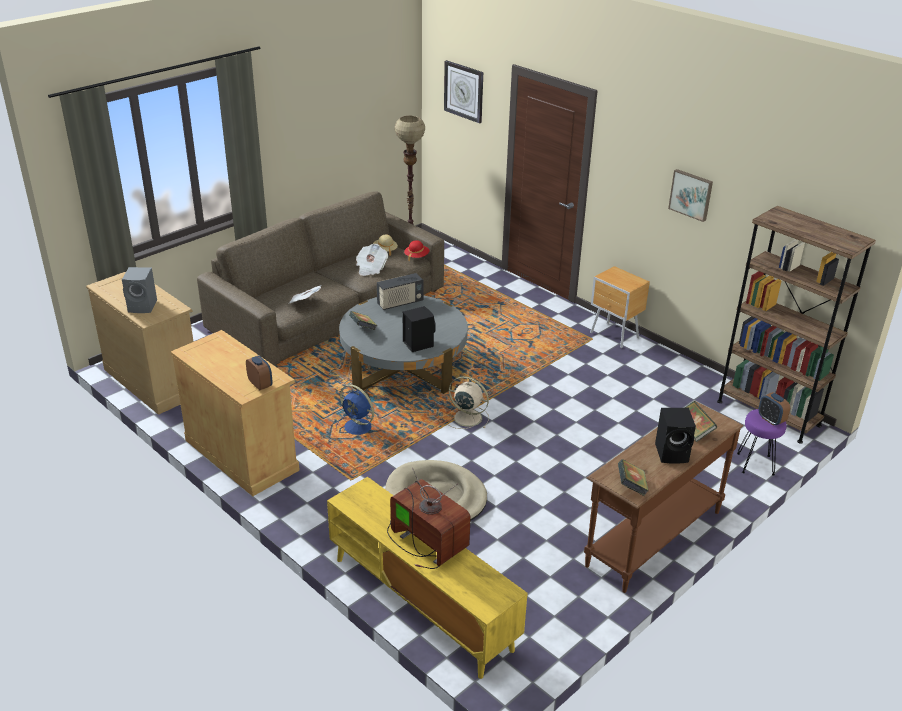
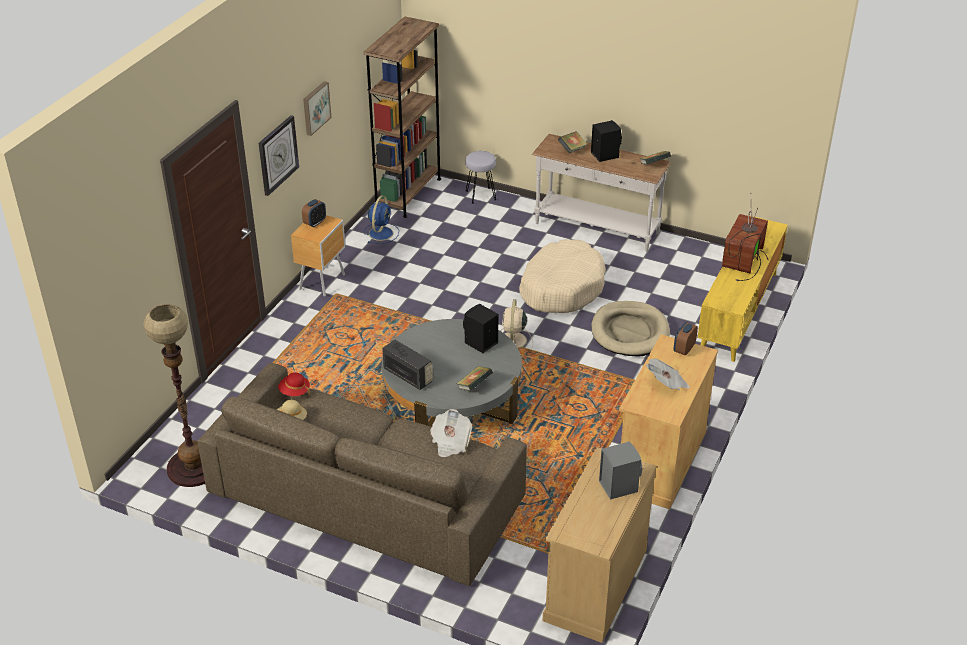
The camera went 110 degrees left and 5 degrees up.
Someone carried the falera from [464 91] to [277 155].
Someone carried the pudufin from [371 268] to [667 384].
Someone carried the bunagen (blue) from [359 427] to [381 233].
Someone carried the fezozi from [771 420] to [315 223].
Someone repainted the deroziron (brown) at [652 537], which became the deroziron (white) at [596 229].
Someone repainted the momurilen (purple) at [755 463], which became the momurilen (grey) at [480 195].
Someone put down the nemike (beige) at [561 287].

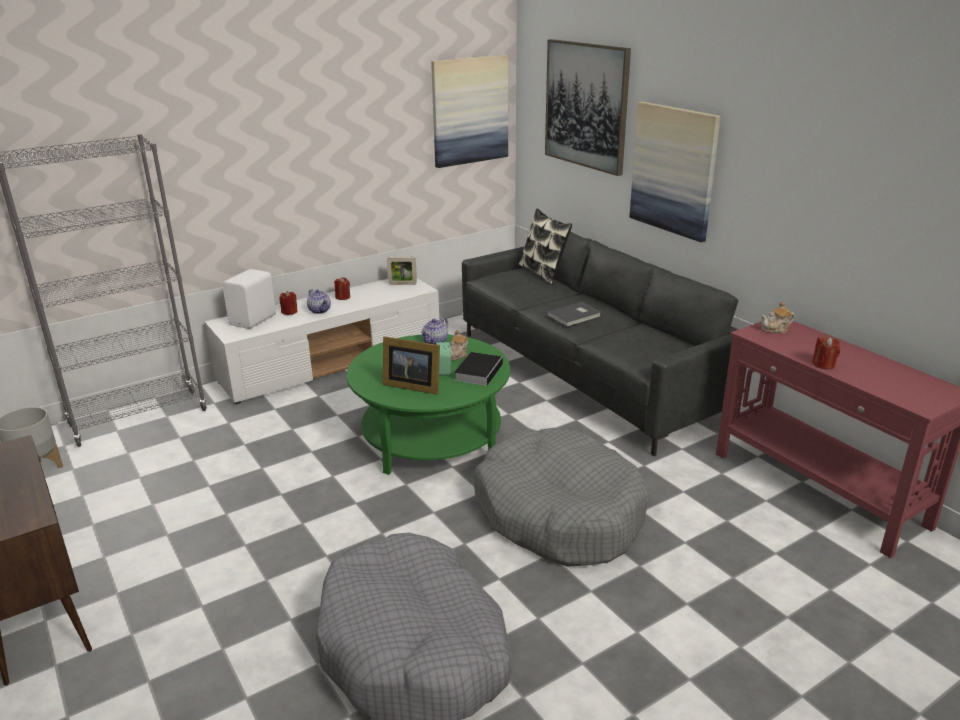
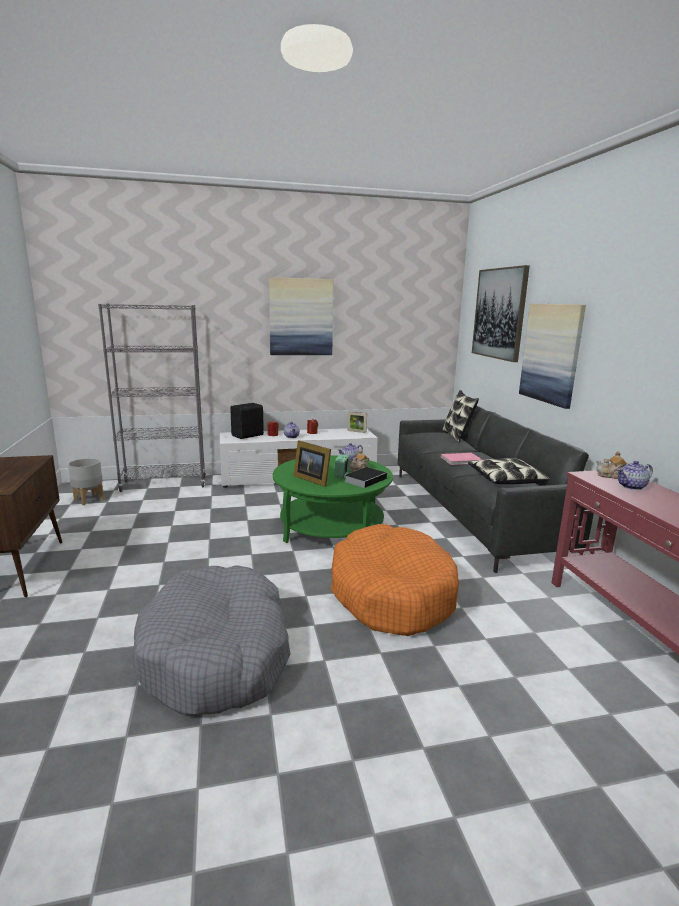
The camera went 20 degrees right and 10 degrees down.
Someone carried the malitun from [470 110] to [301 317].
Someone repainted the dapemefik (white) at [254 320], which became the dapemefik (black) at [248 435].
Someone repainted the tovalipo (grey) at [575 316], which became the tovalipo (pink) at [462 460].
Someone took away the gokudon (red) at [823 364].
Someone repainted the nemike (grey) at [559 513], which became the nemike (orange) at [391 593].
Someone put down the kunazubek at [506 479].
Someone put down the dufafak at [631 486].

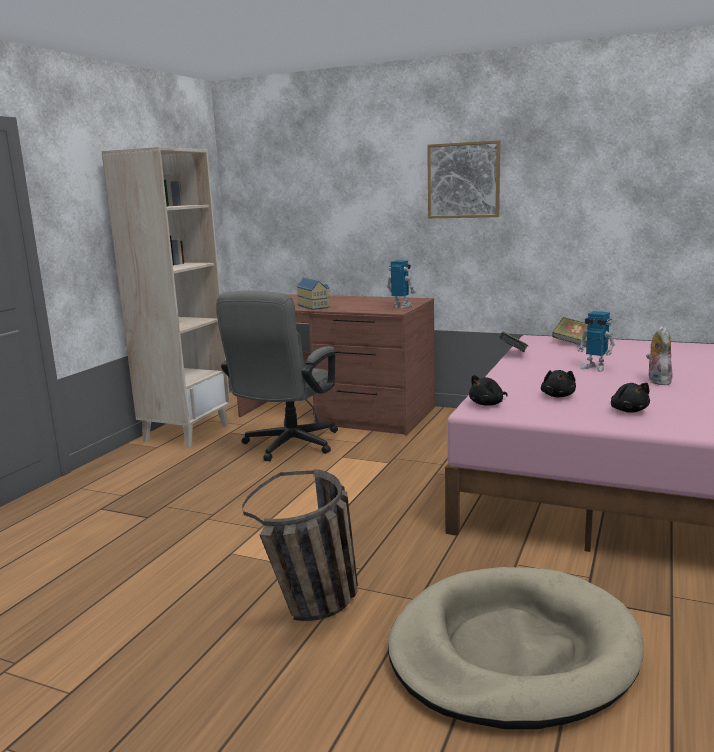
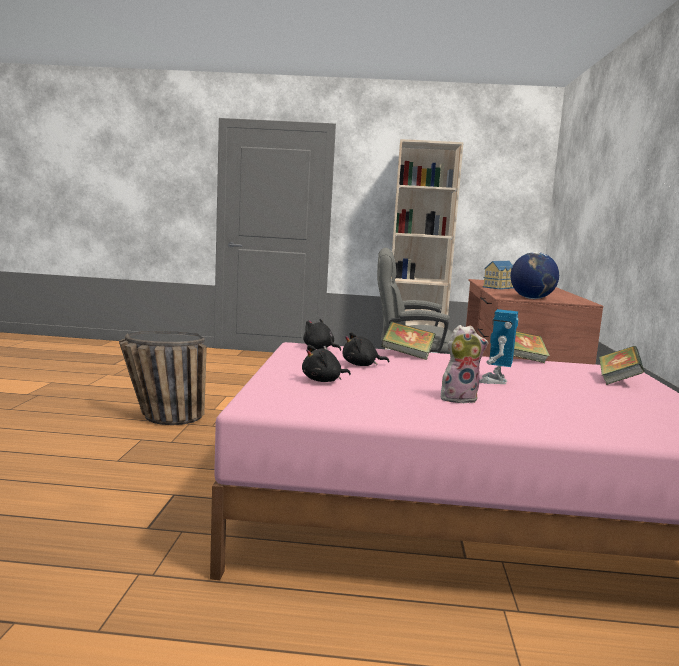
The camera went 70 degrees right and 5 degrees down.
Someone took away the malitun at [463 180].
Someone swapped the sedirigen at [401 307] for the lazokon at [532 298].
Someone took away the nemike (beige) at [512 652].
Someone put down the tovalipo at [407 355].

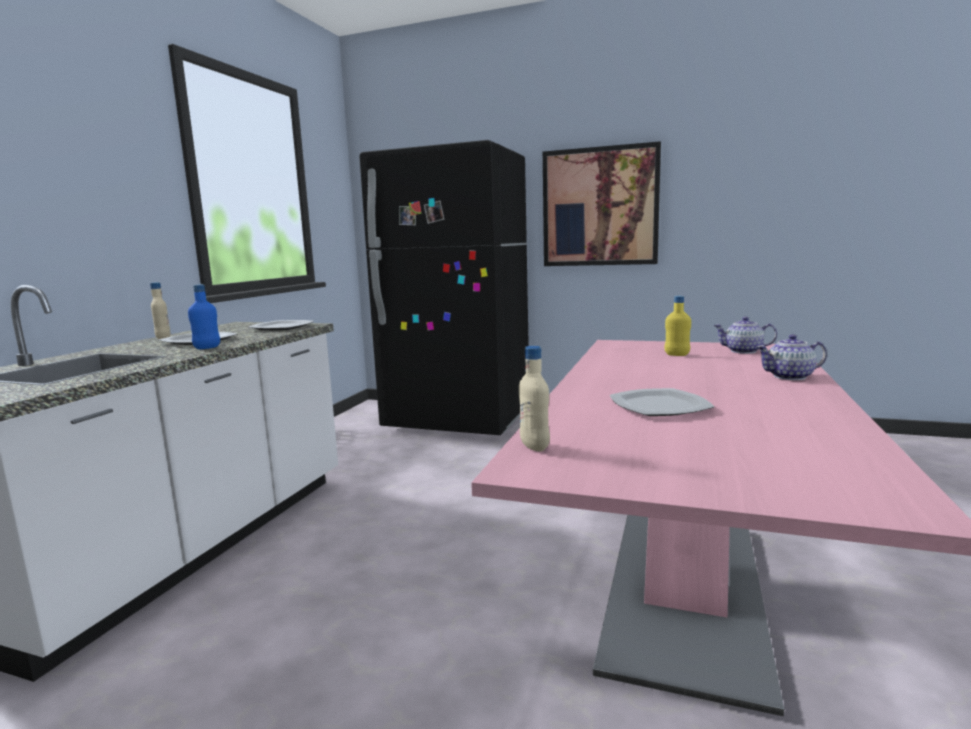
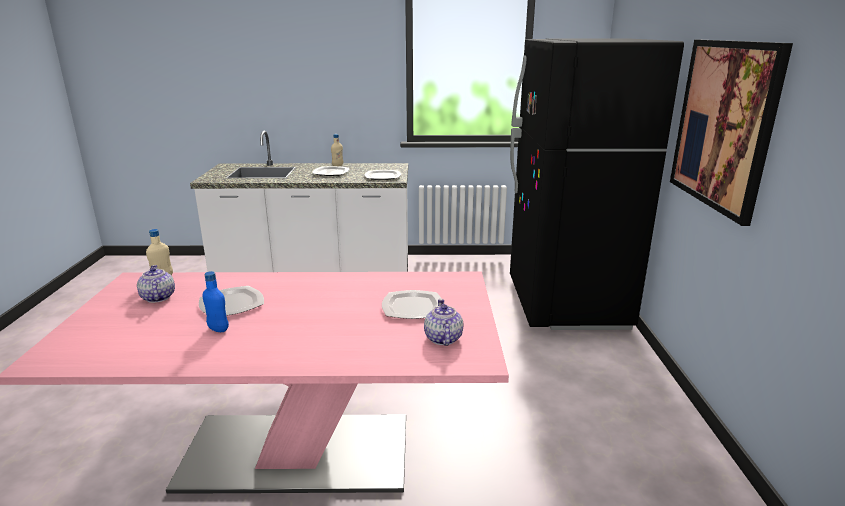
The camera went 70 degrees right and 10 degrees up.
Someone carried the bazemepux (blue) from [207 348] to [218 329].
Someone swapped the bazemepux (yellow) at [677 355] for the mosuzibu at [411 307].
Someone carried the dufafak from [790 377] to [157 298].

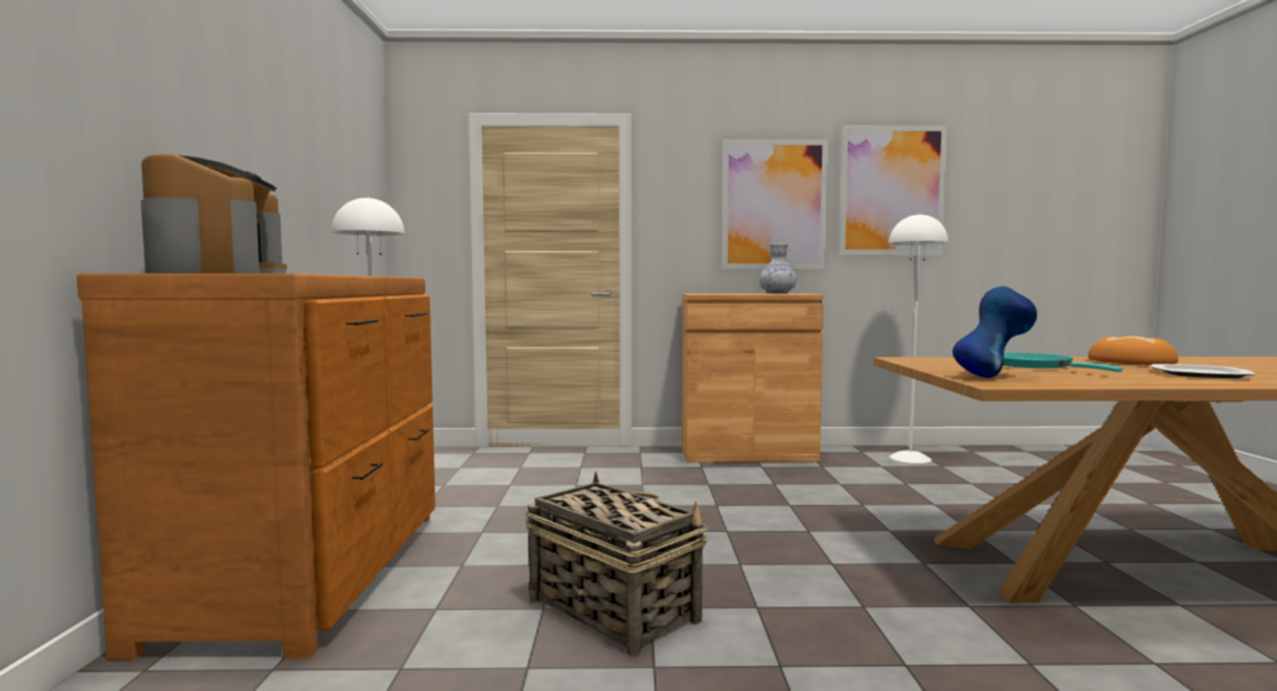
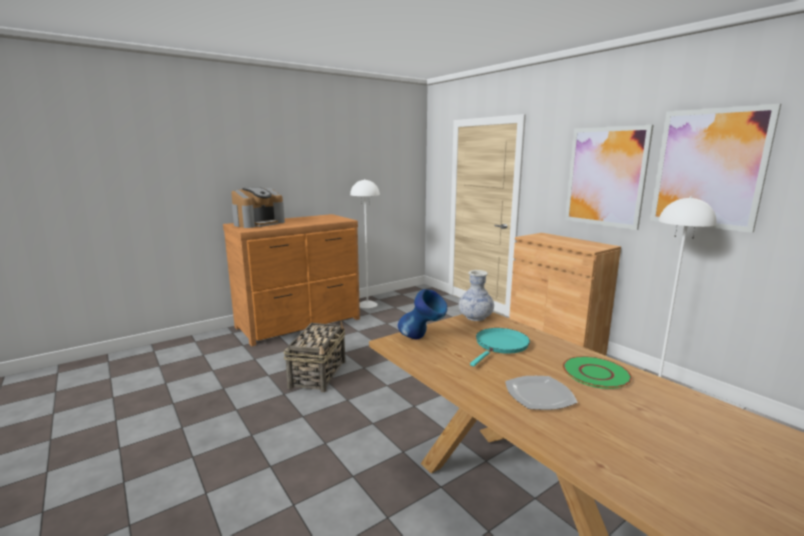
The camera went 55 degrees right and 10 degrees up.
Someone carried the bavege from [777 293] to [475 317].
Someone swapped the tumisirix at [1132 362] for the mosuzibu (green) at [596 373].

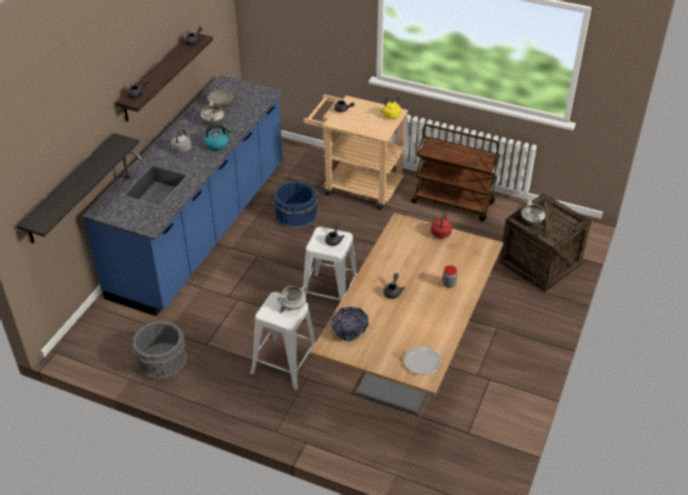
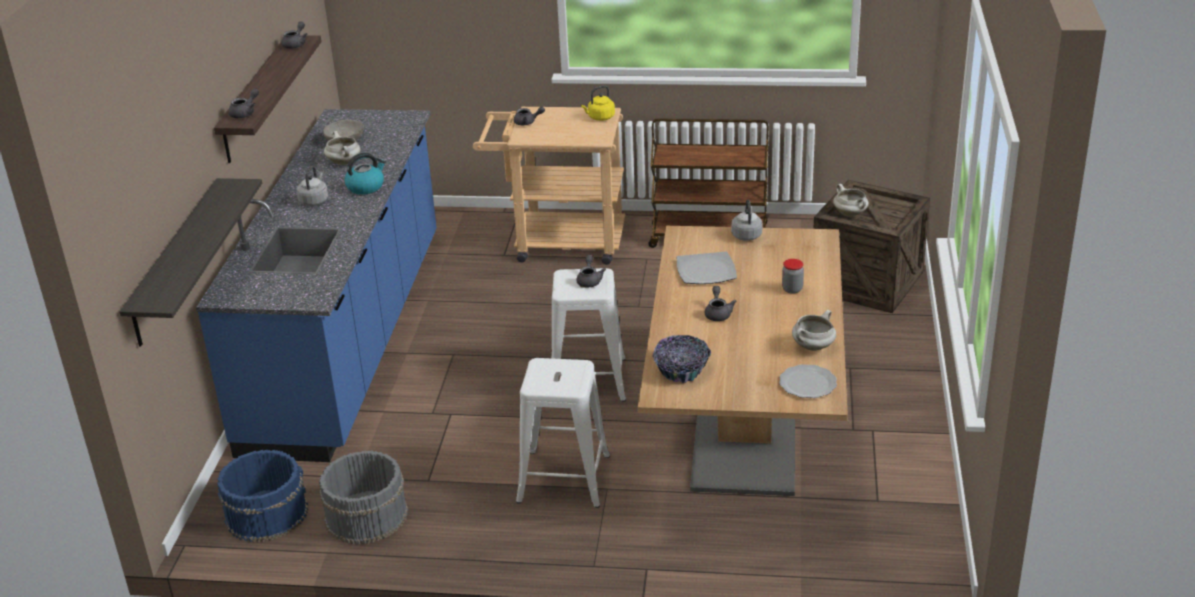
The camera went 15 degrees left and 10 degrees down.
Someone carried the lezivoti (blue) from [296 214] to [266 514].
Someone repainted the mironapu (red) at [441 232], which became the mironapu (grey) at [746 235].
Someone carried the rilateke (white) from [292 305] to [813 347].
Someone put down the mosuzibu at [706 271].

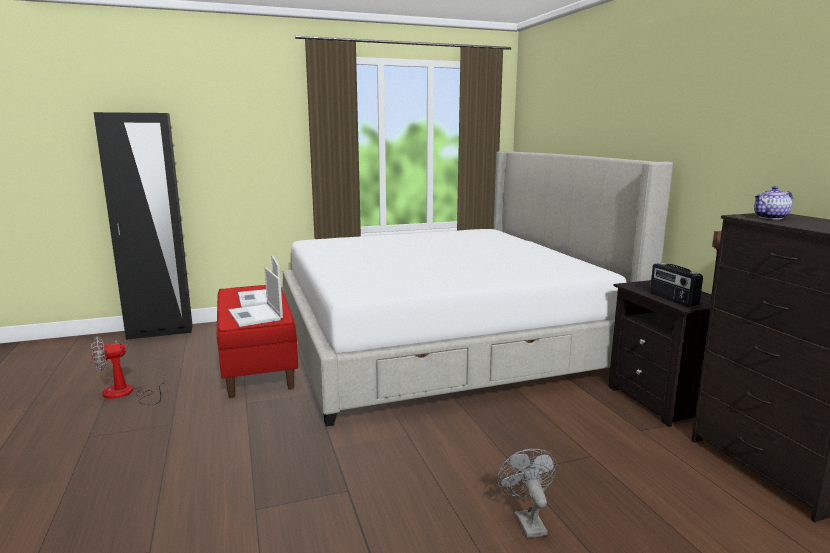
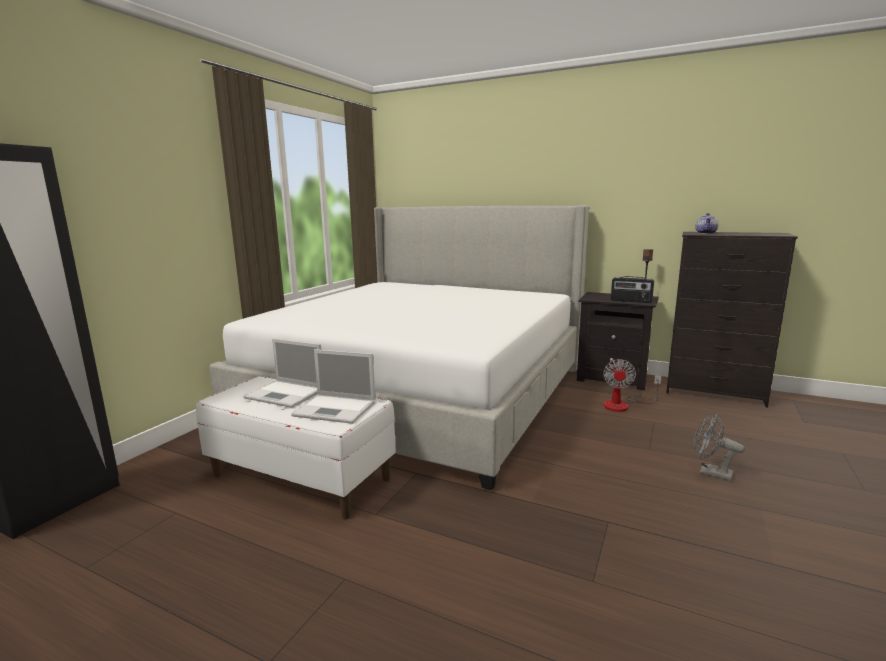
The camera went 45 degrees left and 0 degrees up.
Someone repainted the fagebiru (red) at [258 365], which became the fagebiru (white) at [301 477].
Someone carried the bunagen from [125 394] to [623 405].

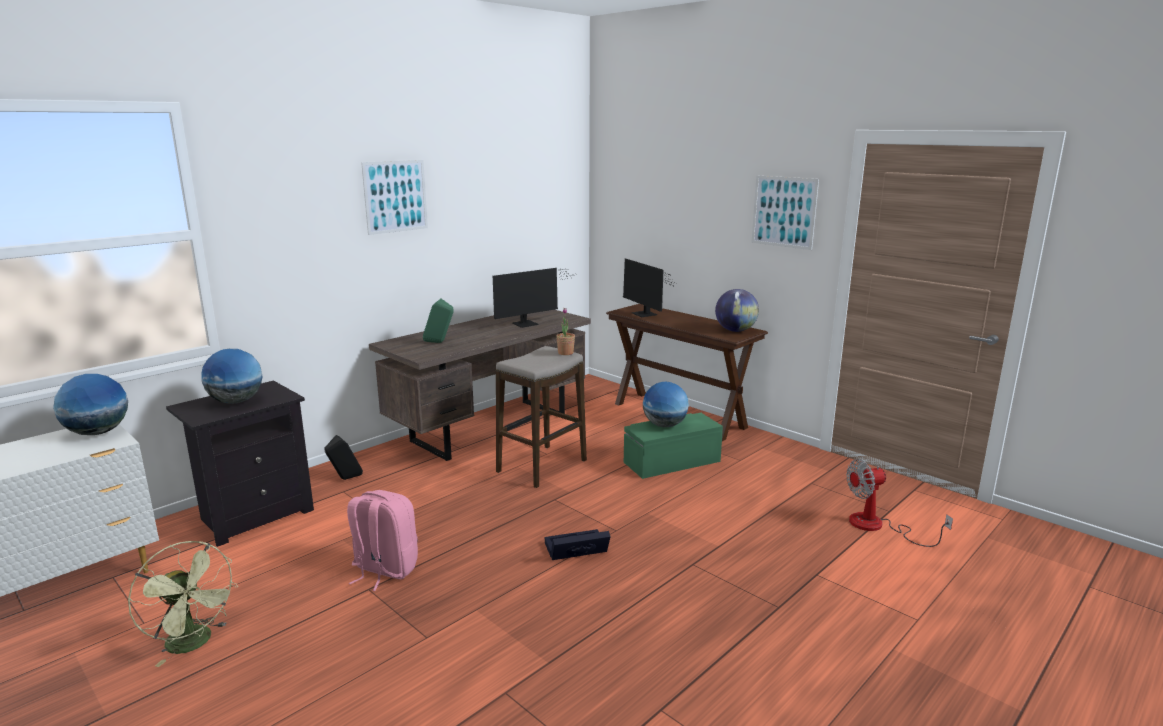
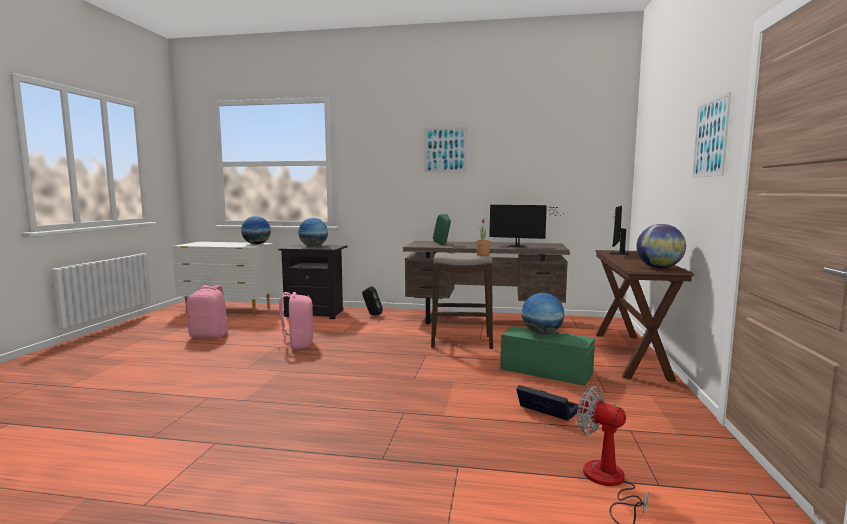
The camera went 55 degrees right and 10 degrees down.
Someone carried the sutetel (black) from [575 550] to [546 409].
Someone swapped the bunagen (green) at [195 643] for the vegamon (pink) at [210 335].

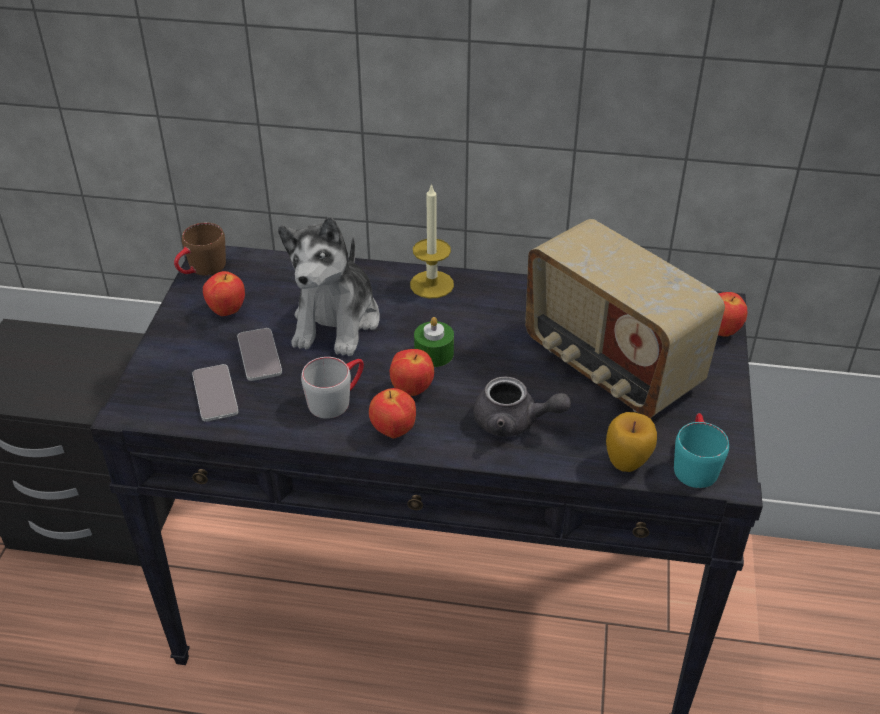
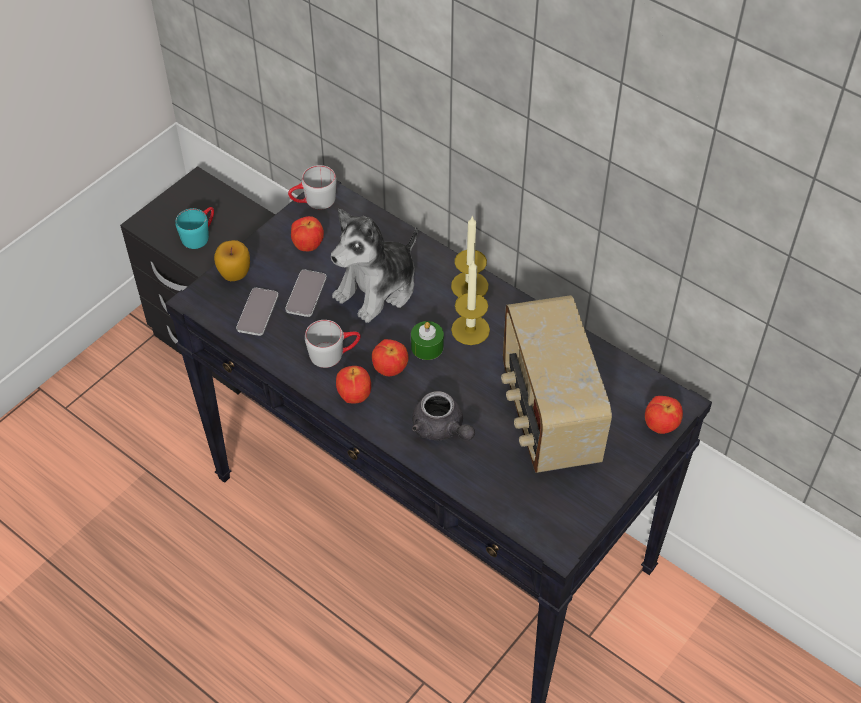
The camera went 30 degrees right and 10 degrees up.
Someone repainted the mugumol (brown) at [201 270], which became the mugumol (grey) at [313 201].
Someone carried the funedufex from [627 463] to [235 275].
Someone carried the mugumol (turquoise) from [694 463] to [199 235].
Someone put down the gokudon at [470 330].

